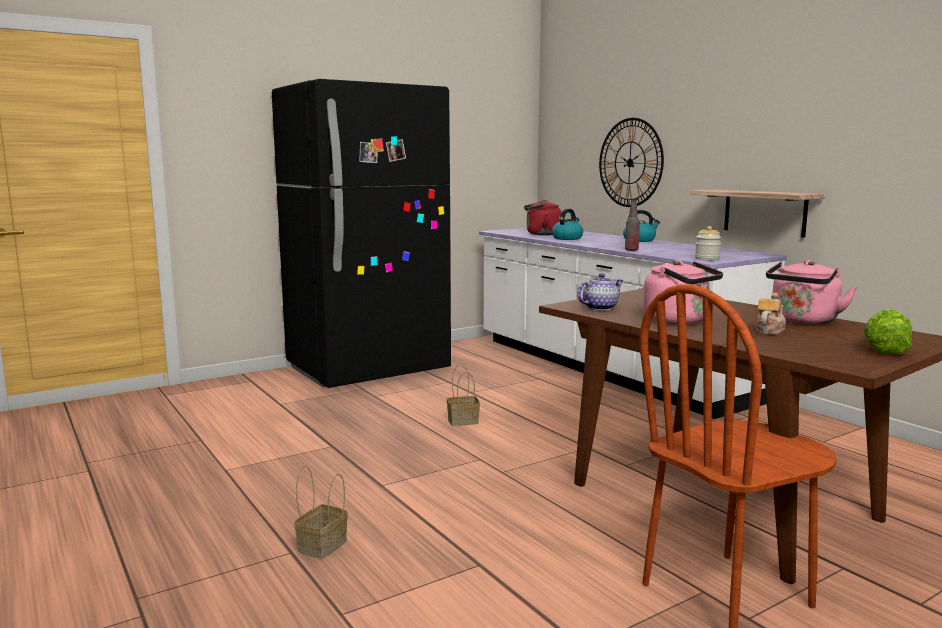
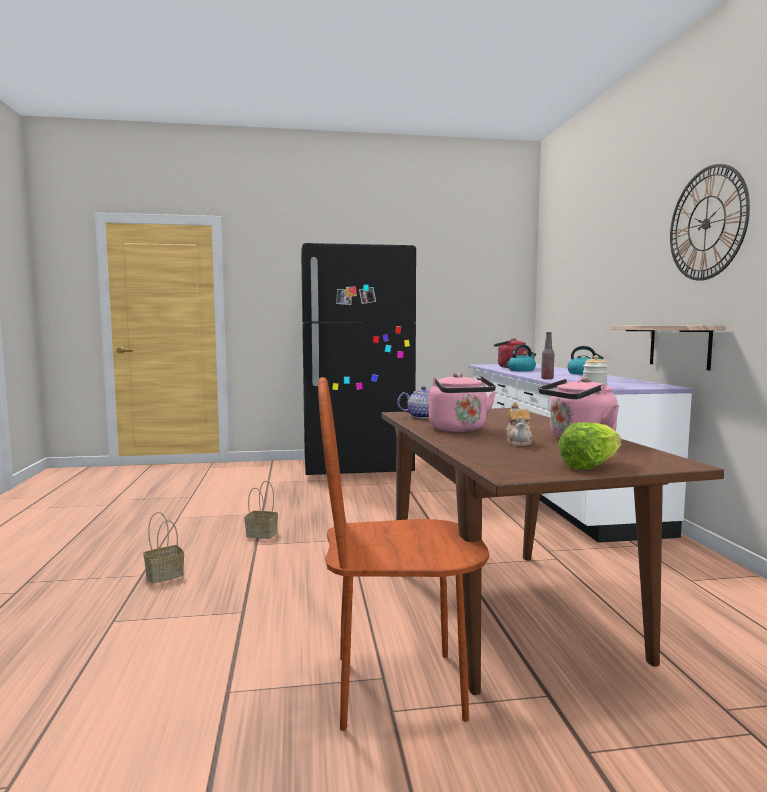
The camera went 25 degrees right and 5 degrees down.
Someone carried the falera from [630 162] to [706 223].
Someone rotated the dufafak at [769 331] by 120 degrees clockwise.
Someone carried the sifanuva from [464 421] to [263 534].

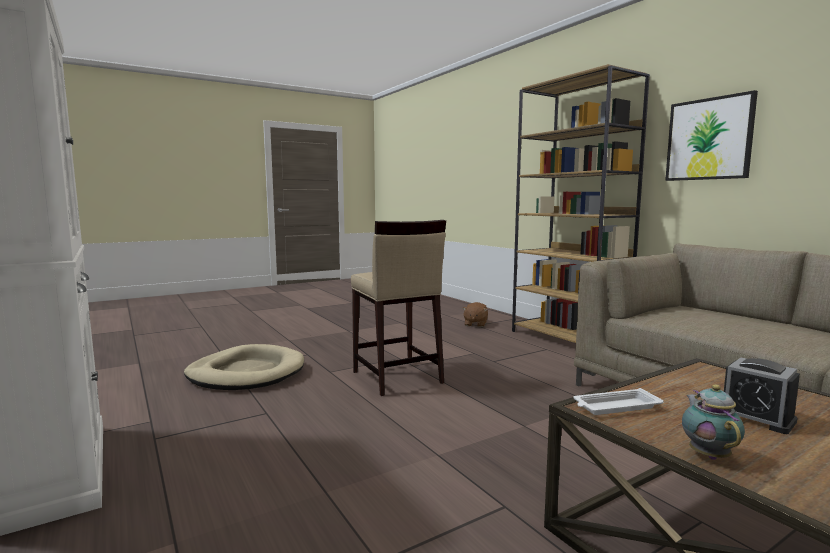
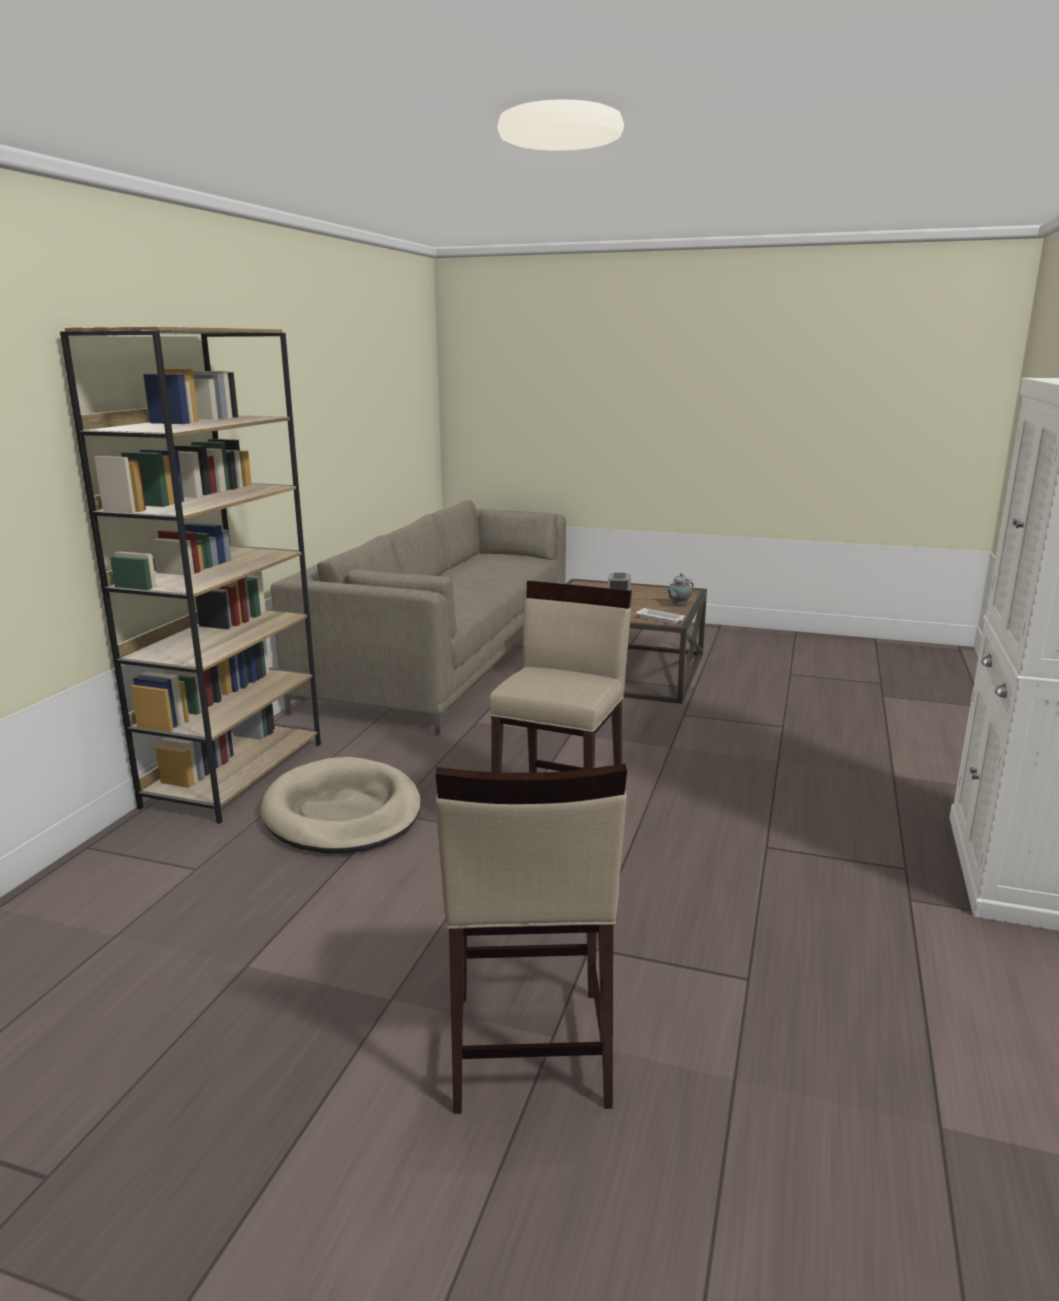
The camera went 130 degrees left and 10 degrees up.
Someone took away the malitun at [709 139].
Someone took away the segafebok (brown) at [475 324].
Someone carried the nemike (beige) from [246 373] to [342 813].
Someone put down the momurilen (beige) at [527 1049].

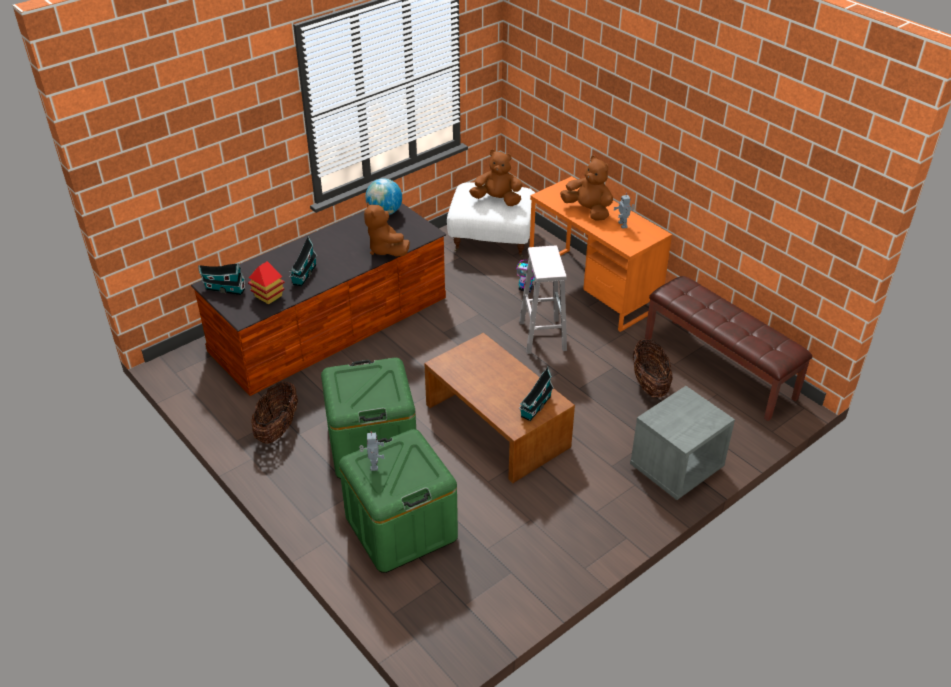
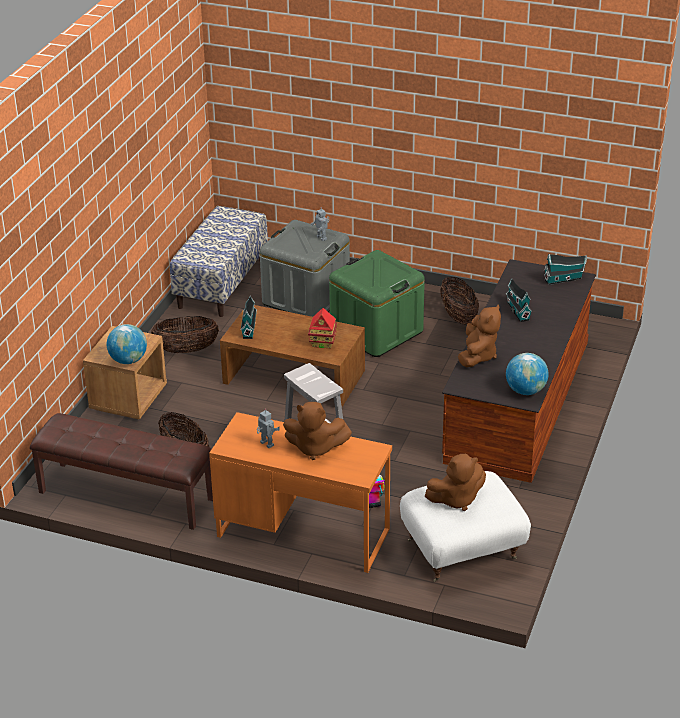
The camera went 150 degrees right and 5 degrees down.
Someone rotated the segafebok (brown) at [386 249] by 75 degrees clockwise.
Someone carried the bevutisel from [268 296] to [323 342].
Someone repainted the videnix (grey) at [676 468], which became the videnix (brown) at [128 398].
Someone repainted the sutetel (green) at [401 527], which became the sutetel (grey) at [306 298].
Someone put down the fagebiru at [221 283].
Someone put down the sifanuva at [186 350].
Someone put down the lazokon at [128 360].

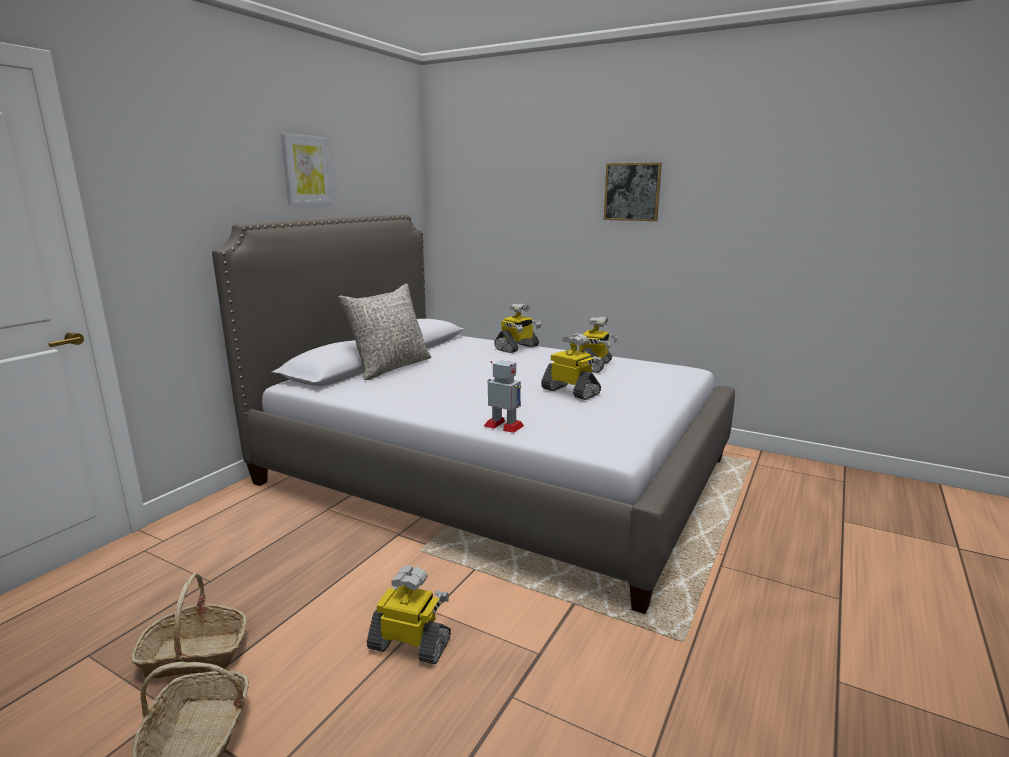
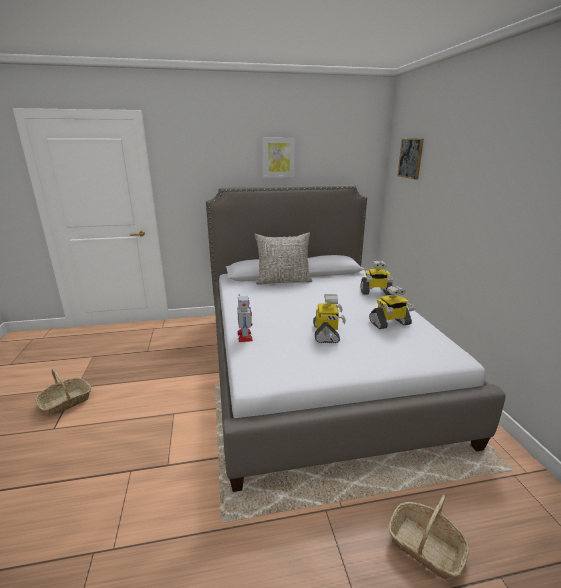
The camera went 50 degrees right and 5 degrees up.
Someone carried the malitun from [632 192] to [411 158].
Someone took away the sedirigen at [411 644].
Someone carried the sifanuva from [195 654] to [425 546].

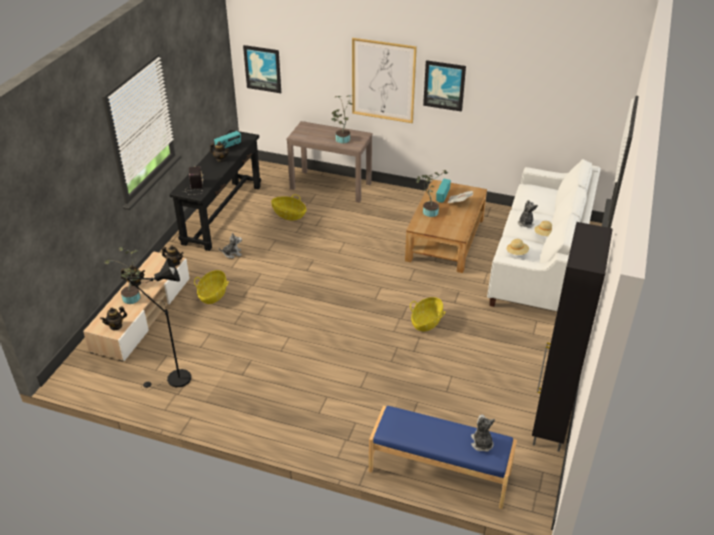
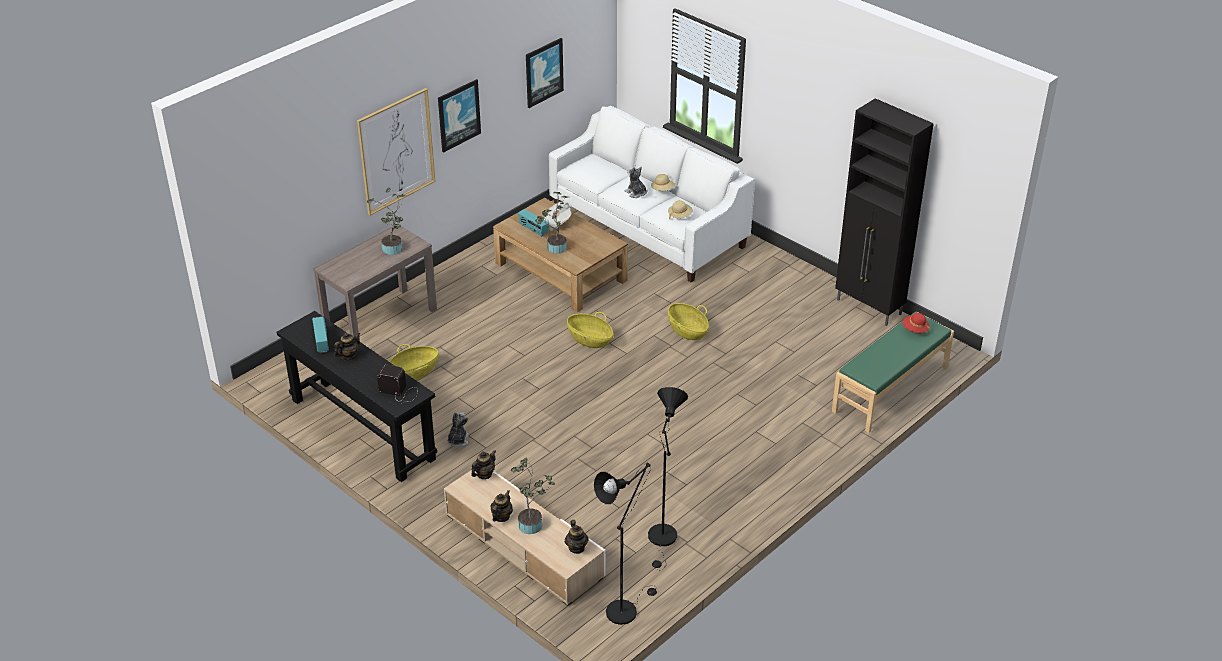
The camera went 65 degrees left and 0 degrees up.
Someone carried the malitun from [263 68] to [543 72].
Someone carried the sifanuva from [213 294] to [590 339].
Someone repainted the fagebiru (blue) at [439 472], which became the fagebiru (green) at [891 390].
Someone swapped the segafebok at [481 443] for the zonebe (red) at [915 329].
Someone put down the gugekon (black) at [625 608].

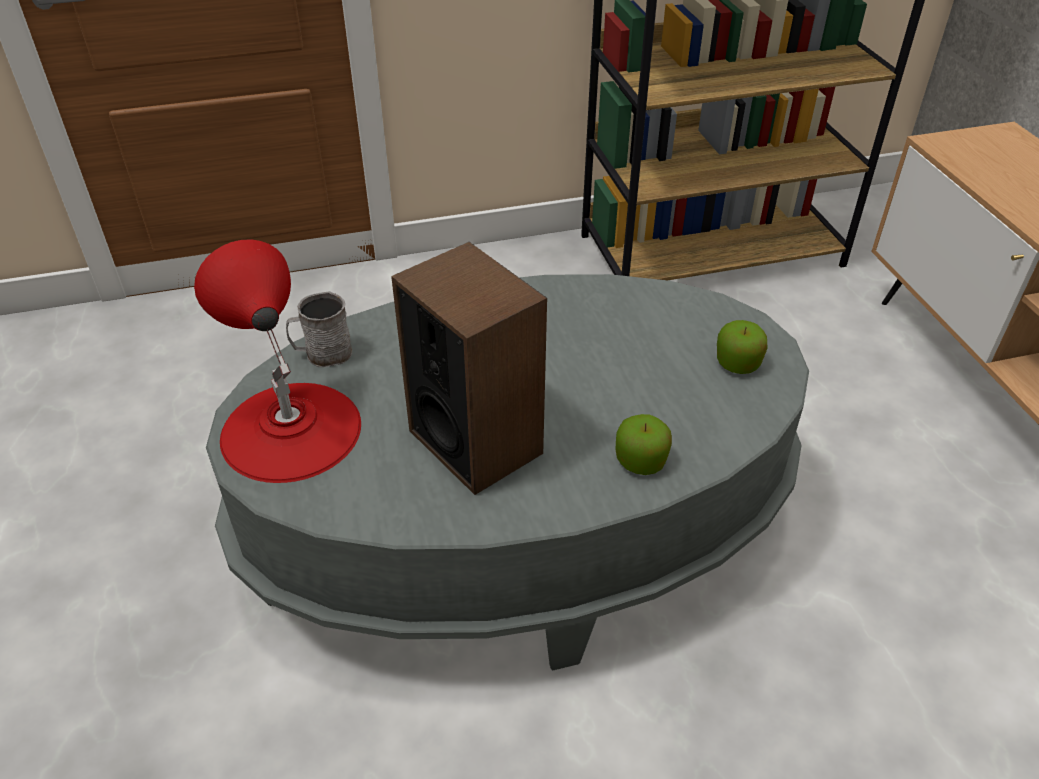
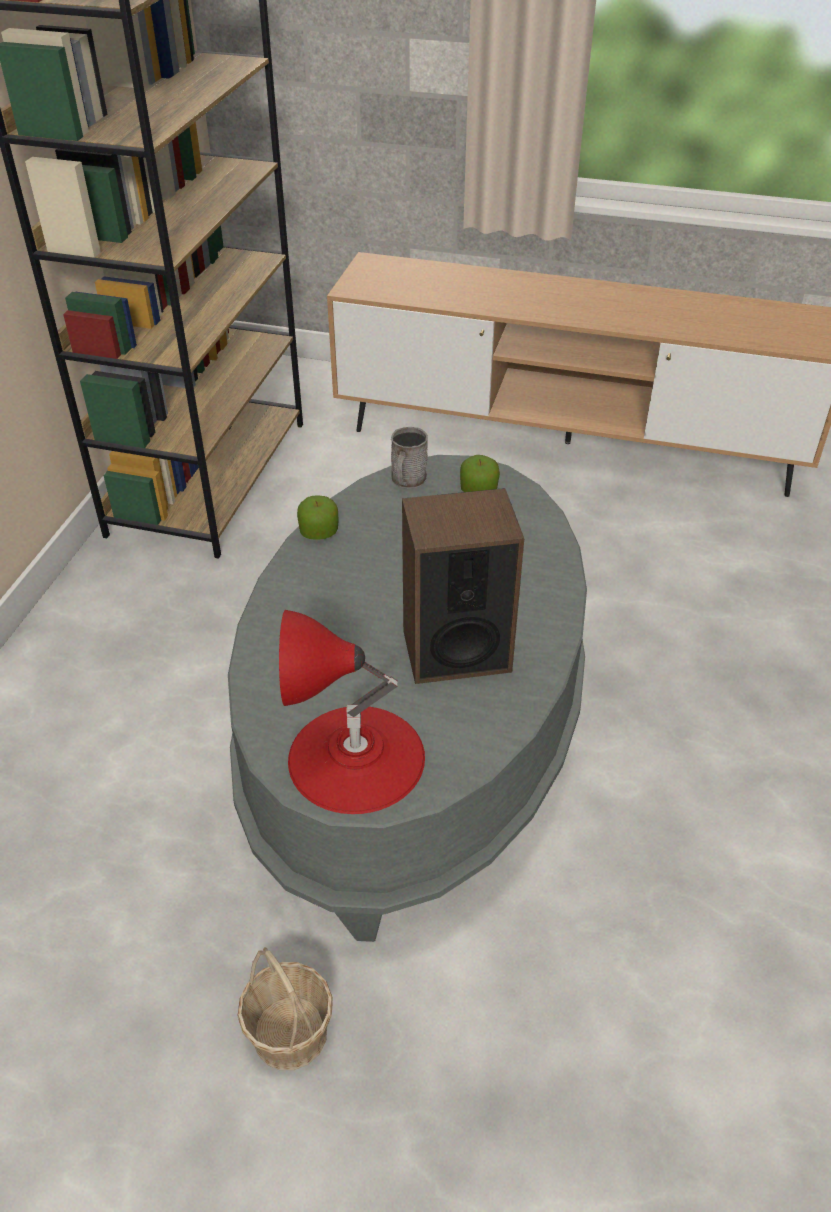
The camera went 60 degrees left and 0 degrees up.
Someone carried the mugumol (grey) from [322 354] to [407 481].
Someone carried the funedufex from [640 461] to [319 532].
Someone put down the sifanuva at [290 1032].

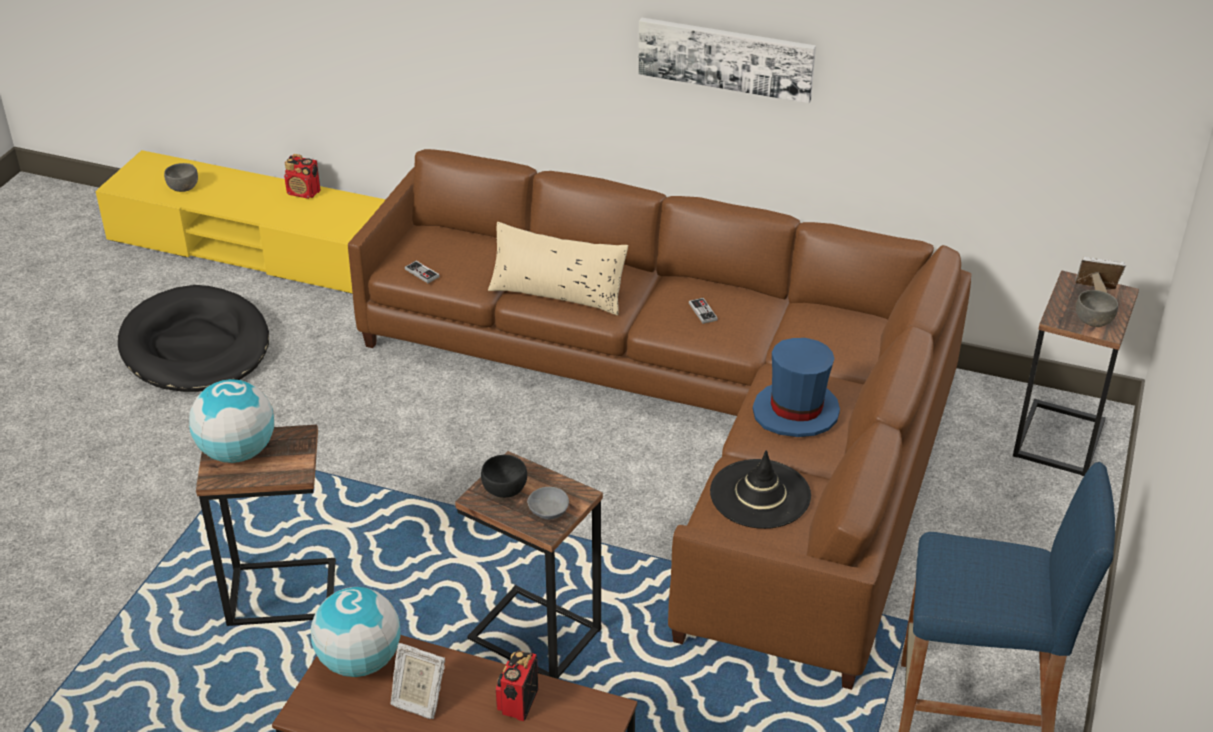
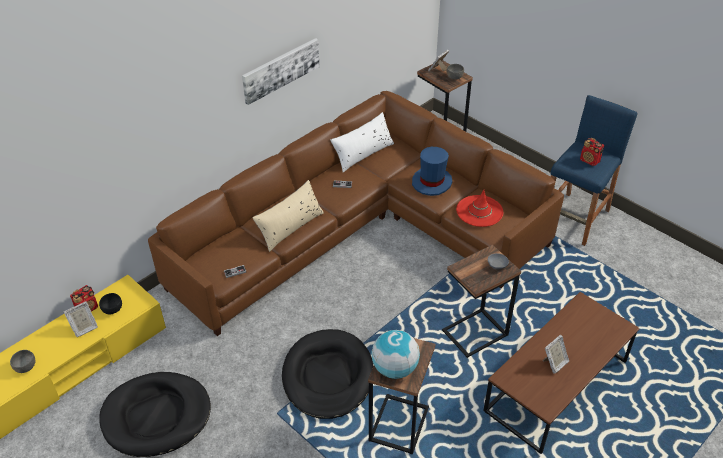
The camera went 65 degrees left and 5 degrees up.
Someone repainted the zonebe (black) at [760 494], which became the zonebe (red) at [479 211].
Someone carried the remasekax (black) from [505 489] to [112 309].
Someone took away the lazokon at [360 661].
Someone carried the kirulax from [517 703] to [590 161].
Someone put down the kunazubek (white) at [363 154].
Someone put down the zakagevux at [84 328].
Someone put down the nemike (black) at [328 376].

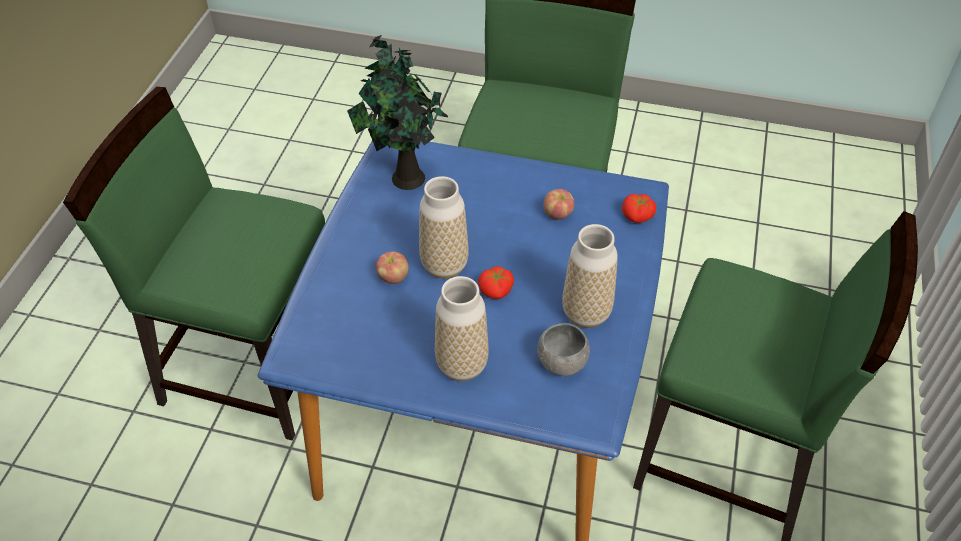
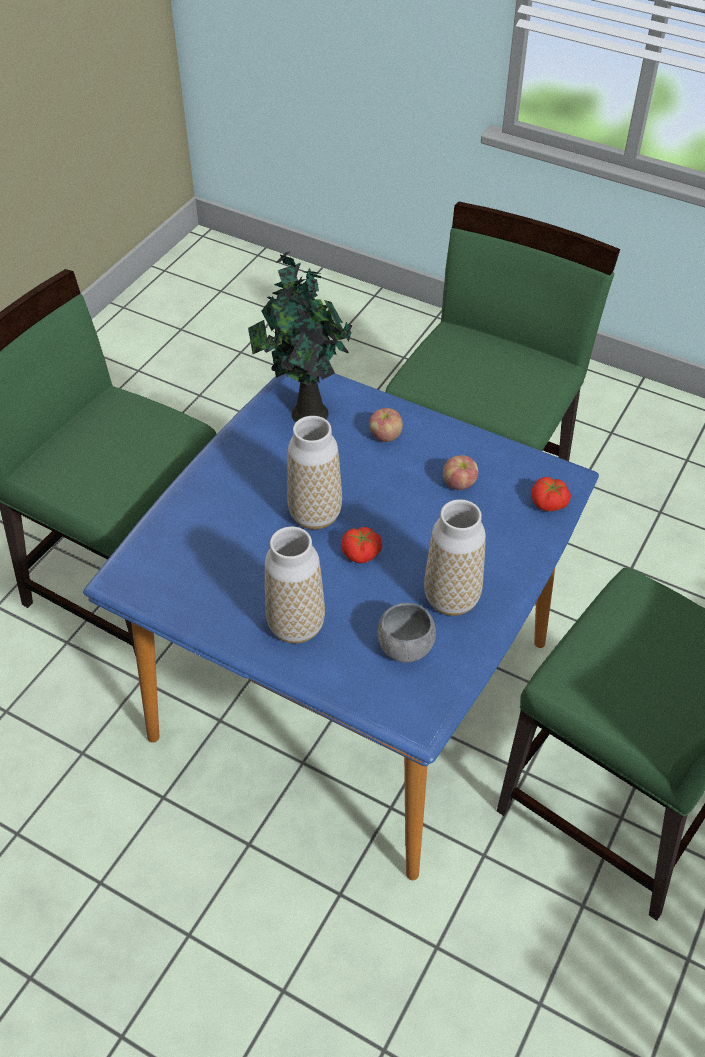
The camera went 15 degrees right and 0 degrees up.
Someone carried the funedufex from [393 277] to [385 436].

